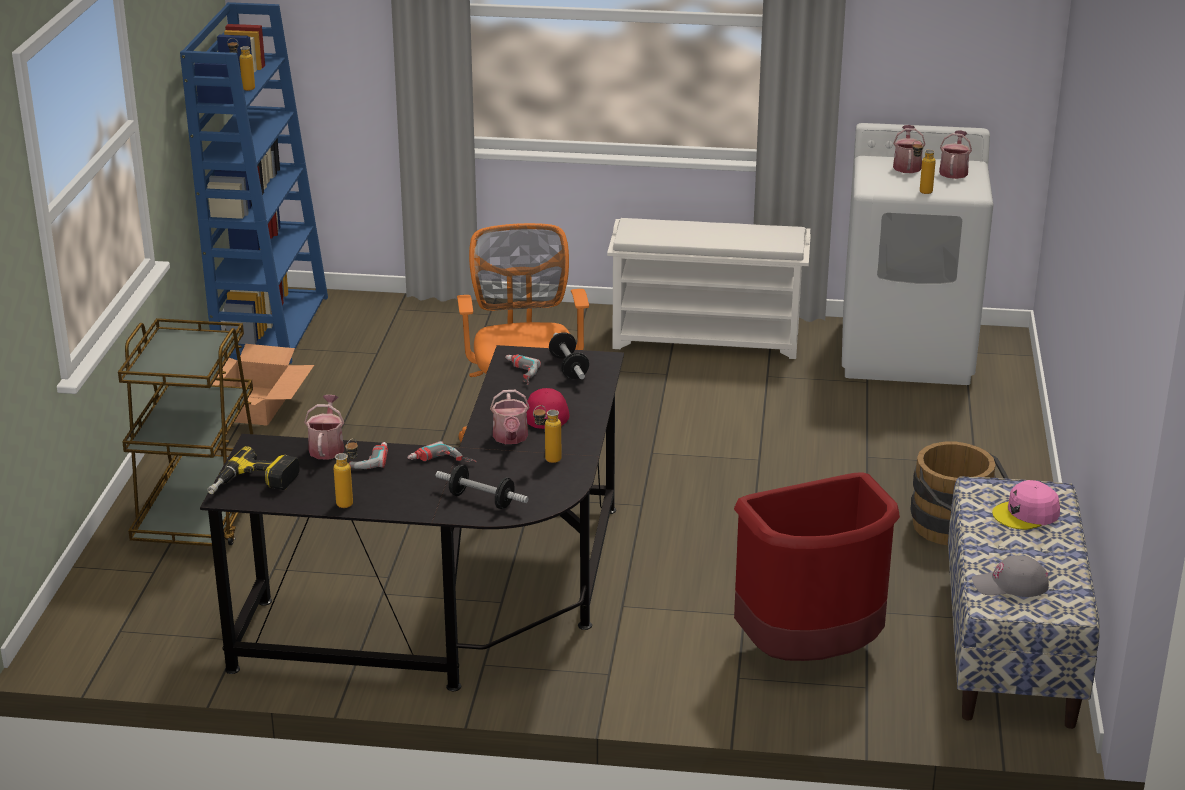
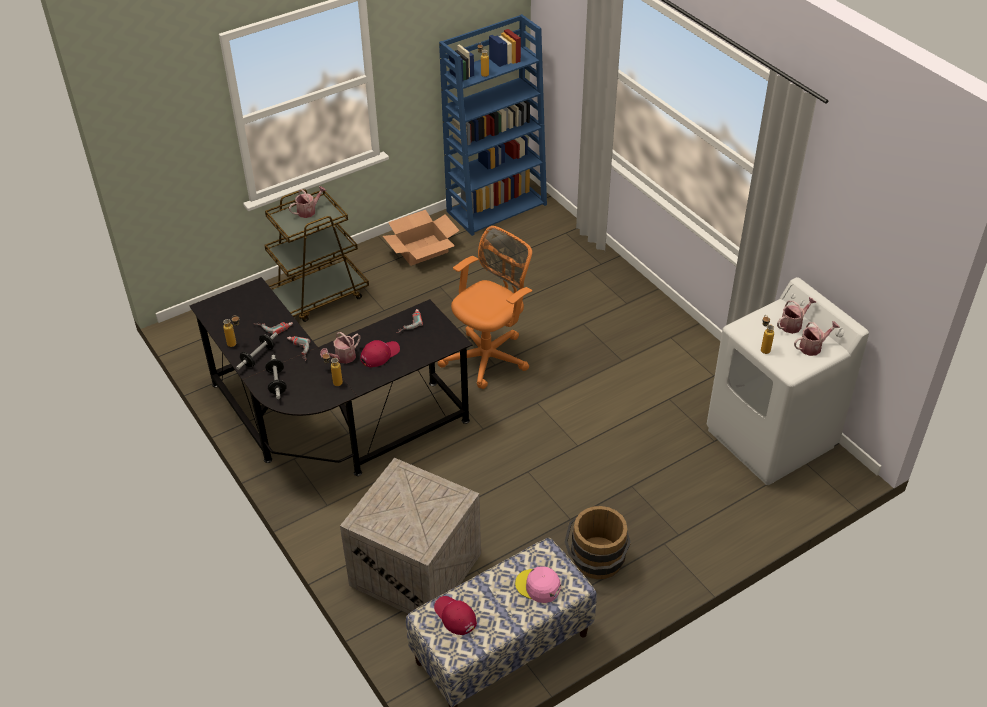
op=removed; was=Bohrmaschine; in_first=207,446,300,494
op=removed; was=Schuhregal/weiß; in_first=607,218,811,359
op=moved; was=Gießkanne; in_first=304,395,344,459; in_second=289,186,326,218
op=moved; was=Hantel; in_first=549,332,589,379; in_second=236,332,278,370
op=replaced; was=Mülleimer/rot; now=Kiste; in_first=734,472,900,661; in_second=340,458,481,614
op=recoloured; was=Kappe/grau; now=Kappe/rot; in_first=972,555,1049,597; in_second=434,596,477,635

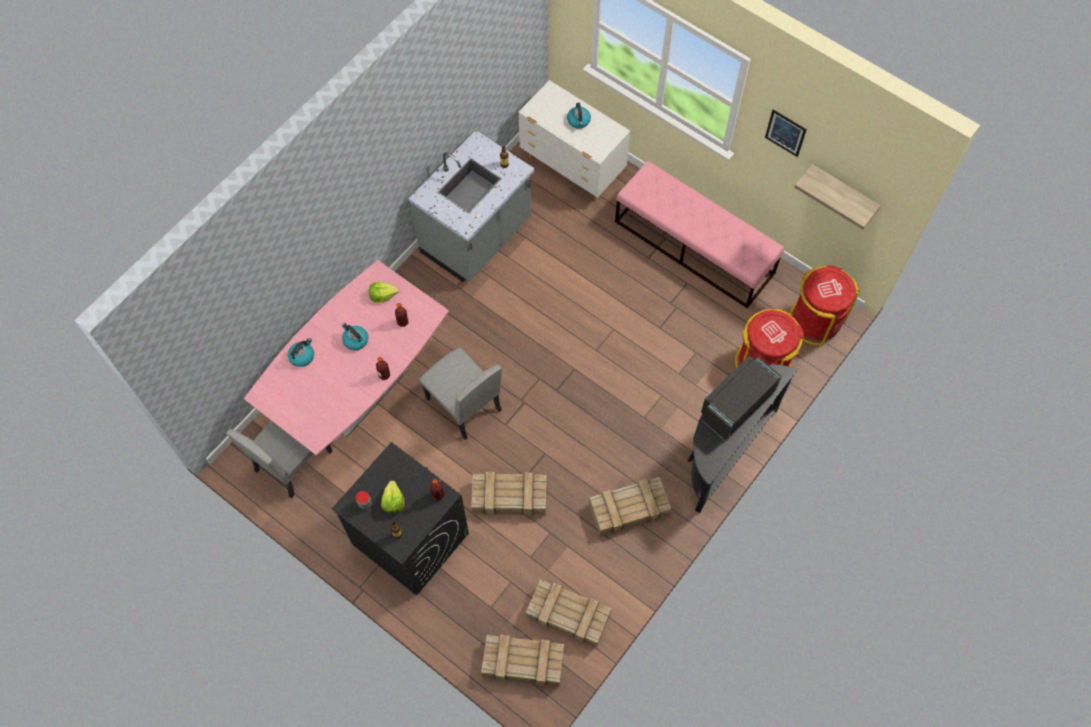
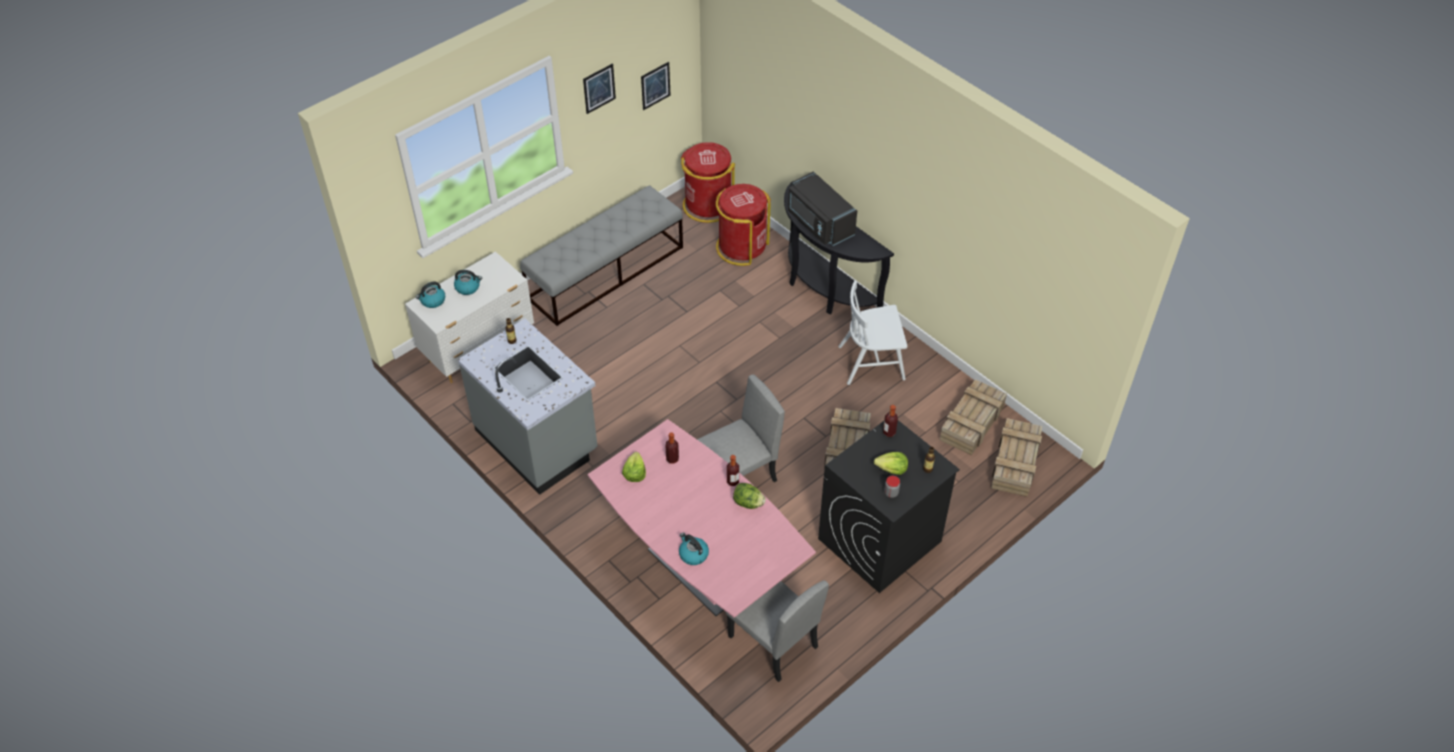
op=added; now=Salatkopf; in_second=733,483,766,509
op=moved; was=Wasserkessel; in_first=342,323,368,350; in_second=416,281,445,308
op=replaced; was=Kiste; now=Stuhl/weiß; in_first=589,477,672,537; in_second=838,281,907,385
op=replaced; was=Wandregal; now=Bild; in_first=794,164,881,230; in_second=641,62,670,110
op=recoloured; was=Bank/rosa; now=Bank/grau; in_first=615,161,784,308; in_second=520,185,683,326

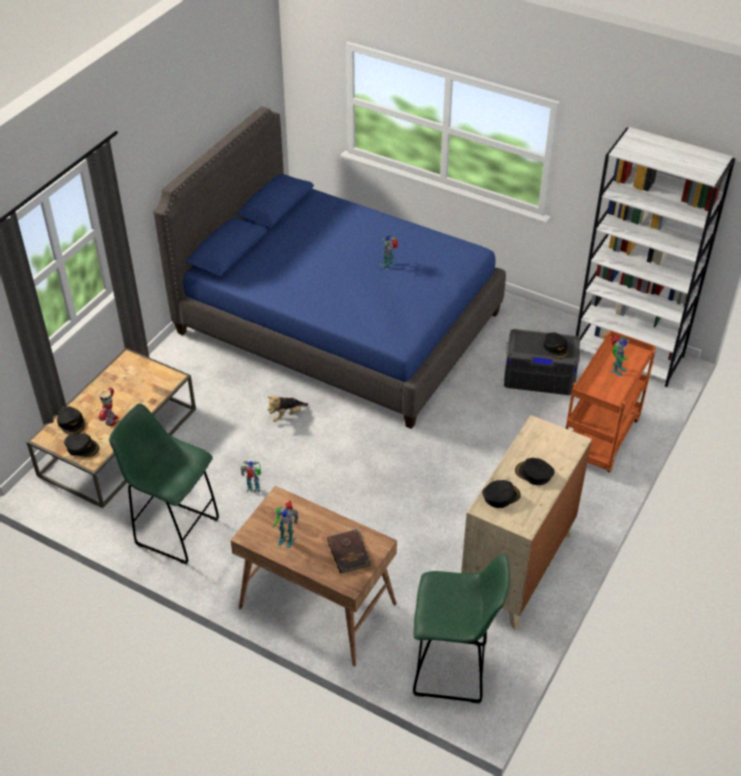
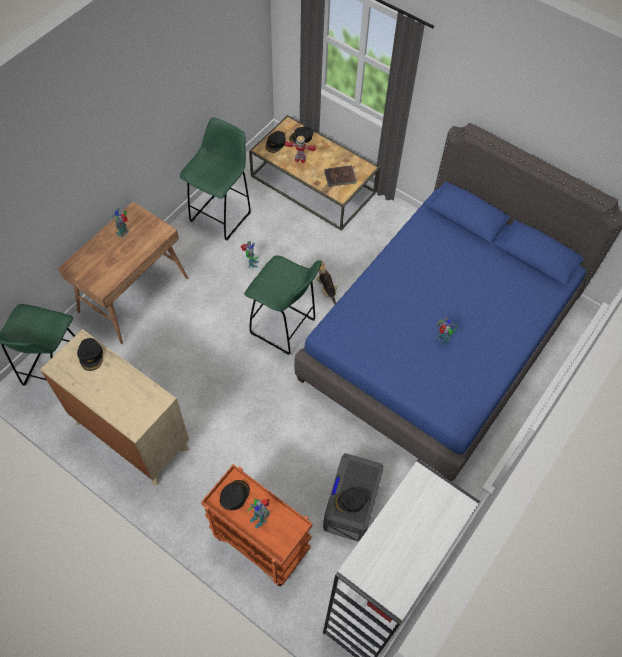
op=added; now=Hocker/grün; in_second=244,255,322,355
op=moved; was=Buch/braun; in_first=327,528,371,574; in_second=324,165,357,187
op=moved; was=Kappe/schwarz; in_first=515,458,555,485; in_second=220,480,250,510

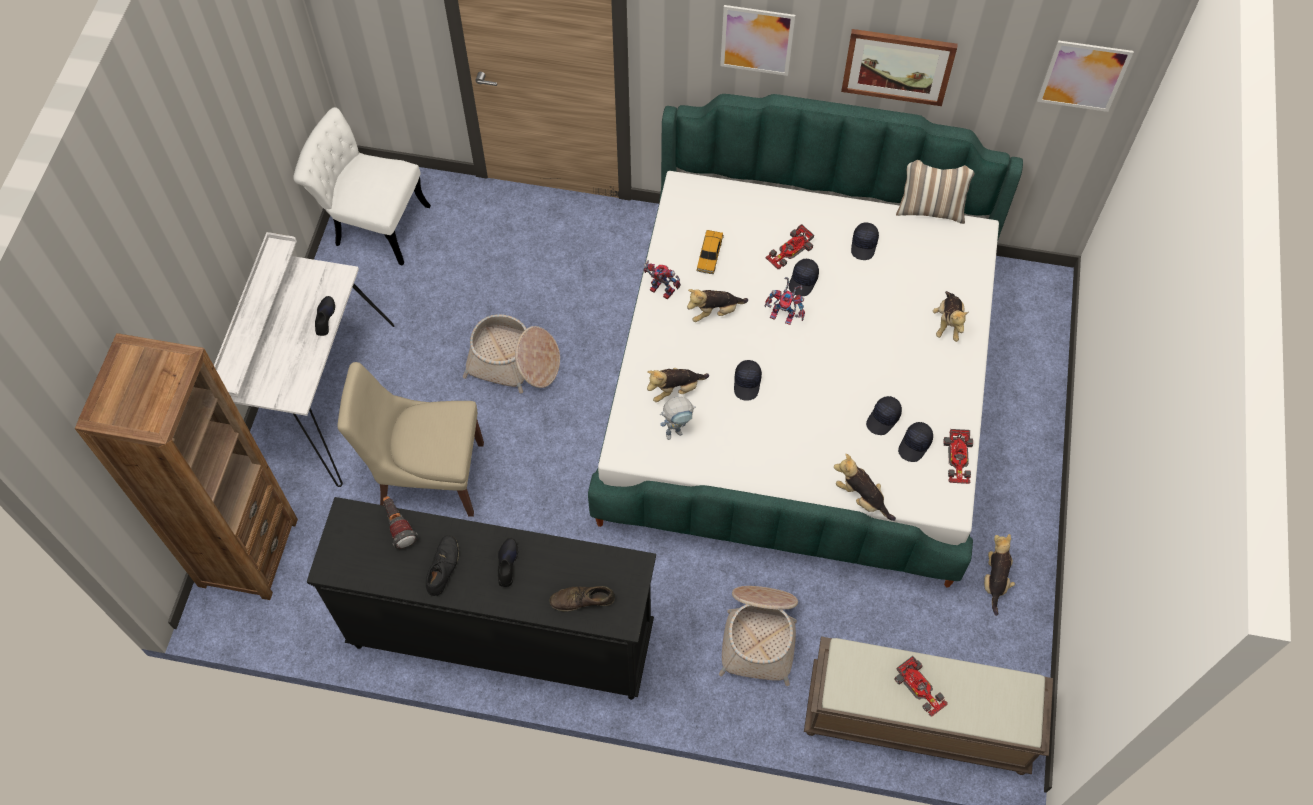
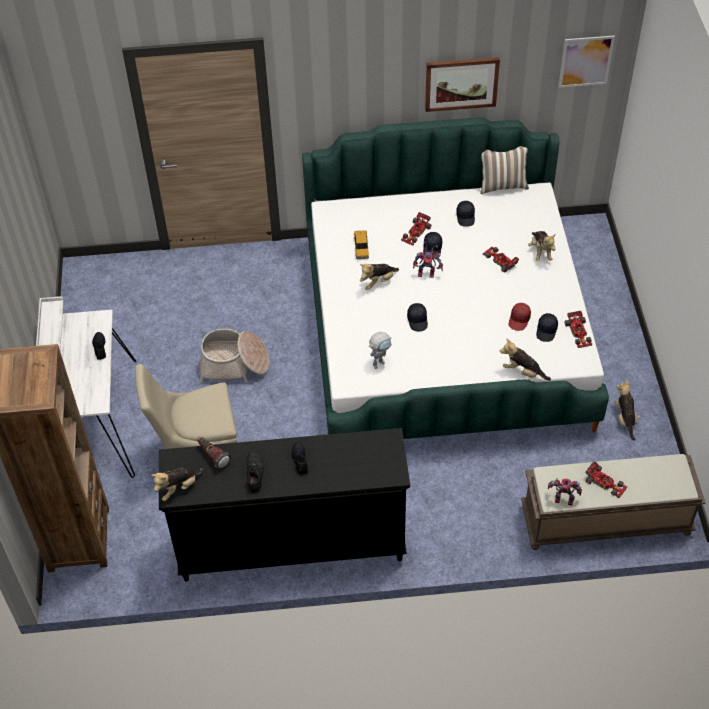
op=removed; was=Stuhl/weiß; in_first=293,107,431,266
op=removed; was=Schuh/braun; in_first=549,586,615,611
op=removed; was=Korb; in_first=719,586,798,686
op=removed; was=Bild; in_first=720,5,795,76
op=added; now=Spielzeugauto; in_second=483,247,519,272
op=moved; was=Spielzeugroboter; in_first=644,260,681,299; in_second=548,478,582,506
op=moved; was=Plüschtier; in_first=647,368,709,402; in_second=151,468,204,501
op=recoloured; was=Kappe/schwarz; now=Kappe/rot; in_first=866,396,902,435; in_second=509,303,531,331

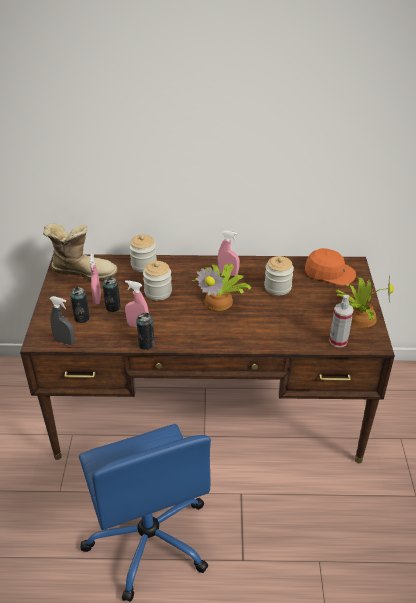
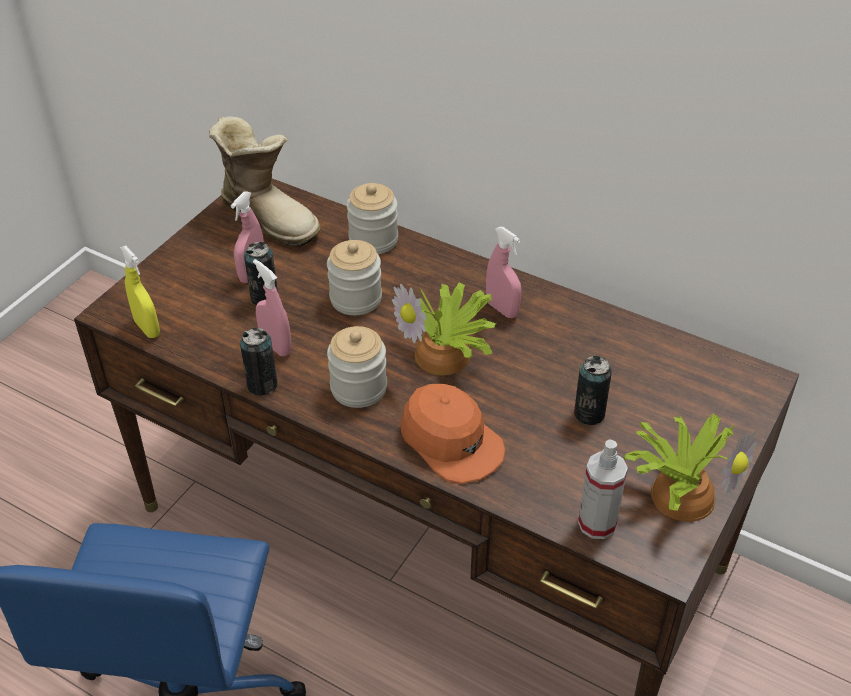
op=moved; was=Dose; in_first=70,287,90,323; in_second=574,356,612,425
op=moved; was=Vorratsglas; in_first=264,256,294,295; in_second=327,326,387,408
op=moved; was=Kappe/orange; in_first=305,248,356,286; in_second=401,384,505,484
op=recoloured; was=Sprühflasche/grau; now=Sprühflasche/gelb; in_first=50,296,75,345; in_second=120,245,160,338

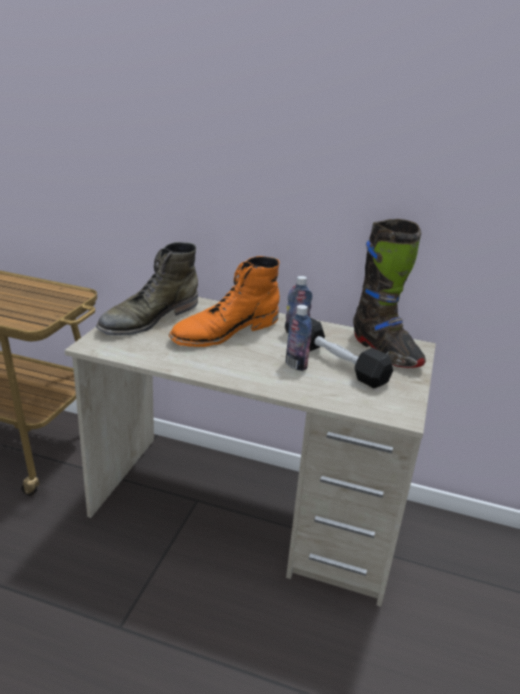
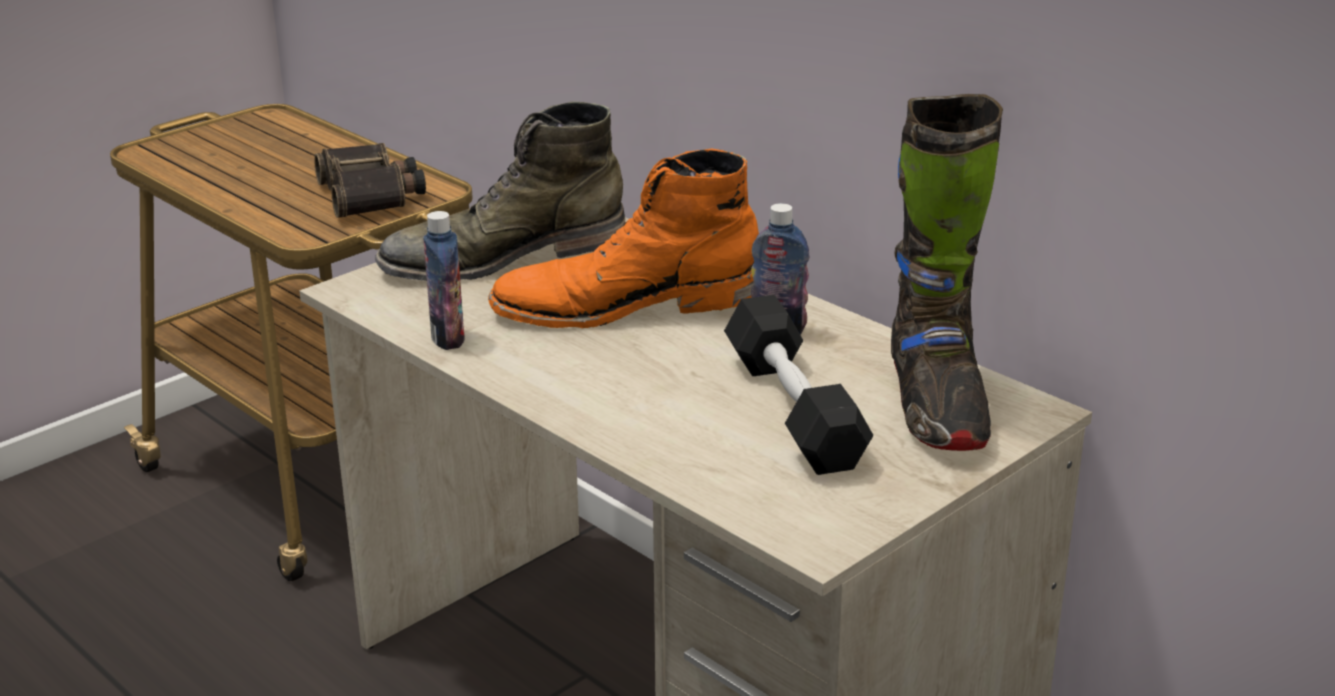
op=added; now=Fernglas; in_second=314,143,426,218
op=moved; was=Flasche; in_first=286,305,312,371; in_second=423,211,465,350

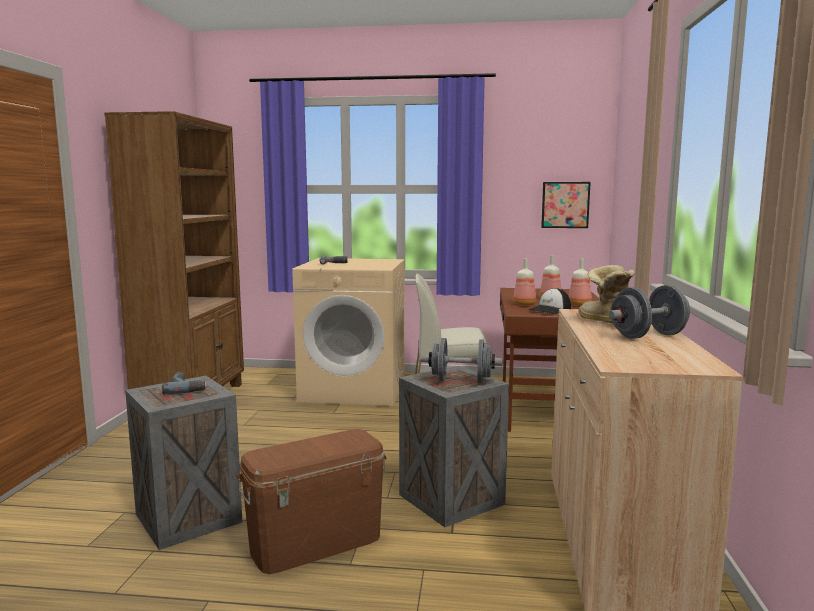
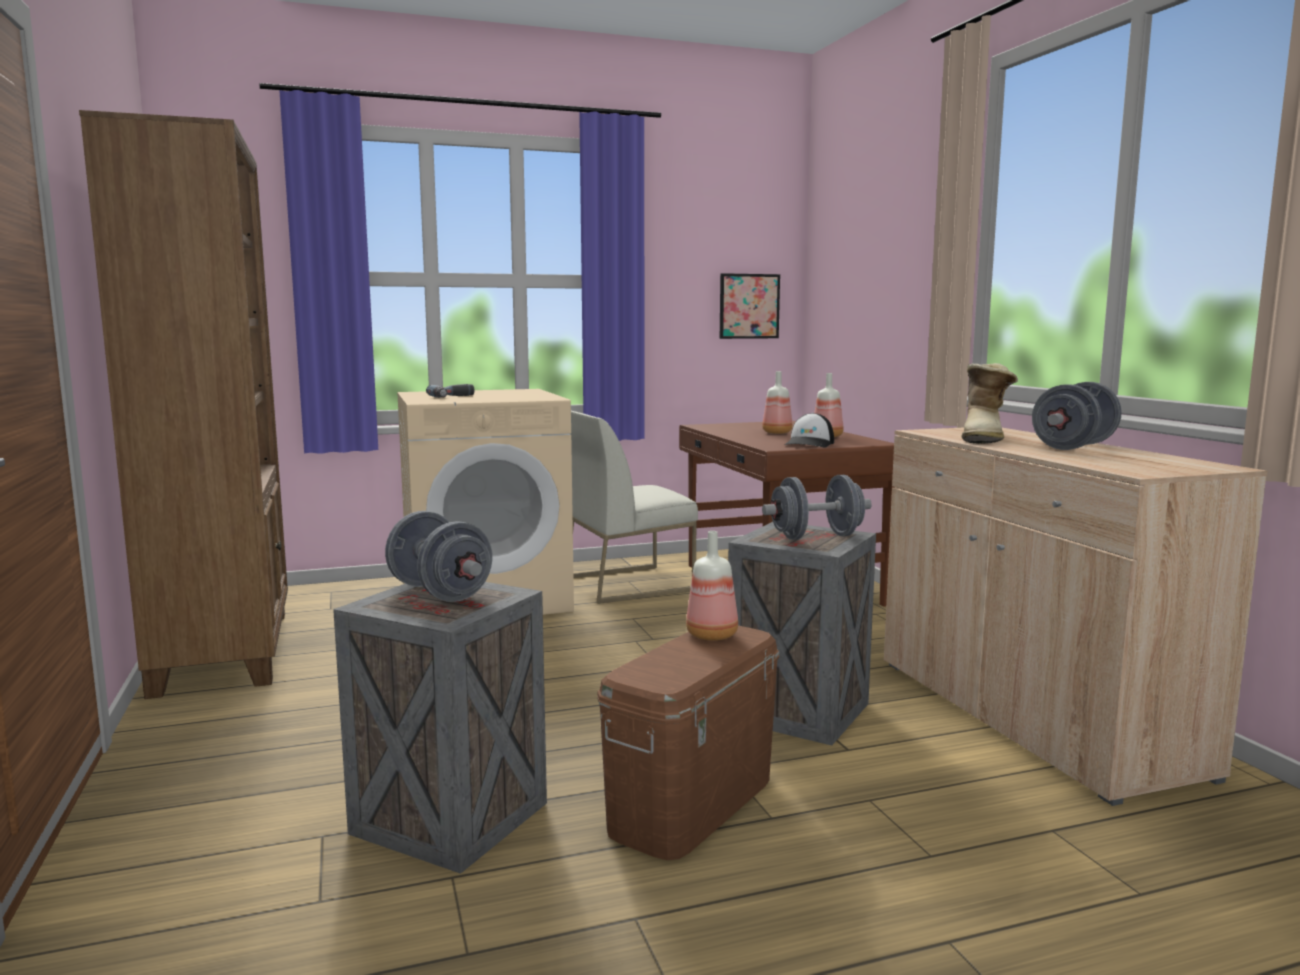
op=moved; was=Flasche; in_first=513,258,536,306; in_second=686,531,738,641
op=replaced; was=Bohrmaschine; now=Hantel/grau; in_first=162,372,208,395; in_second=385,511,492,602
op=turned; was=Stiefel; in_first=579,265,635,323; in_second=962,363,1018,444; clockwise=-120

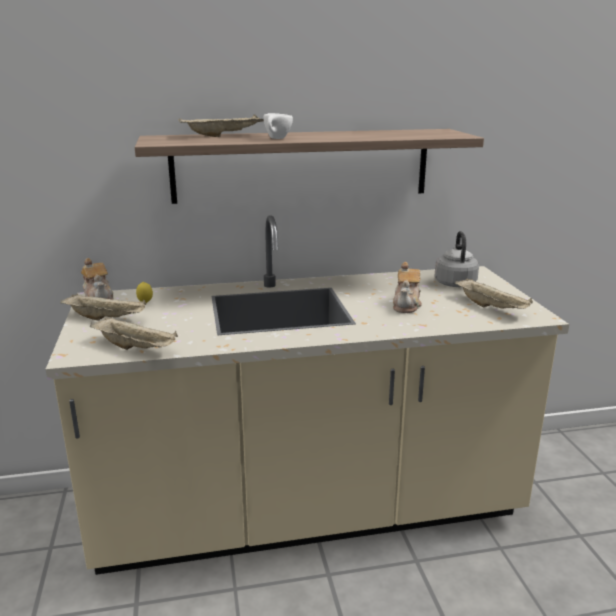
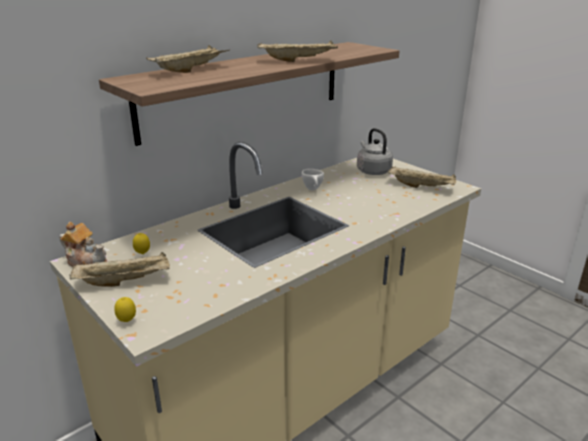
op=removed; was=Teekanne; in_first=393,262,422,313
op=added; now=Zitrone; in_second=114,297,136,322
op=moved; was=Tablett/beige; in_first=90,317,178,350; in_second=257,40,338,62
op=moved; was=Tasse/weiß; in_first=264,113,293,139; in_second=302,169,324,190

